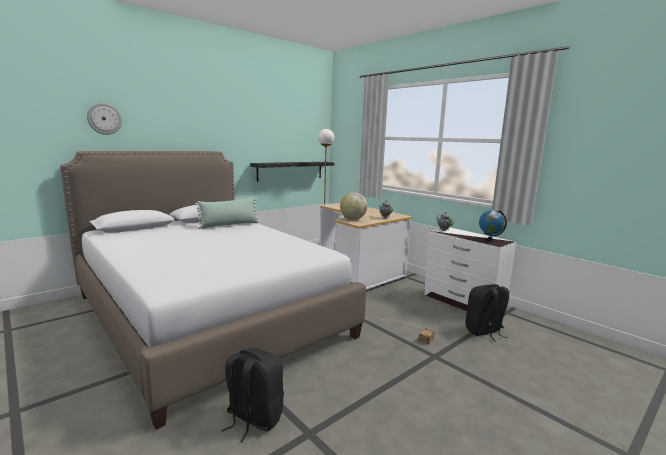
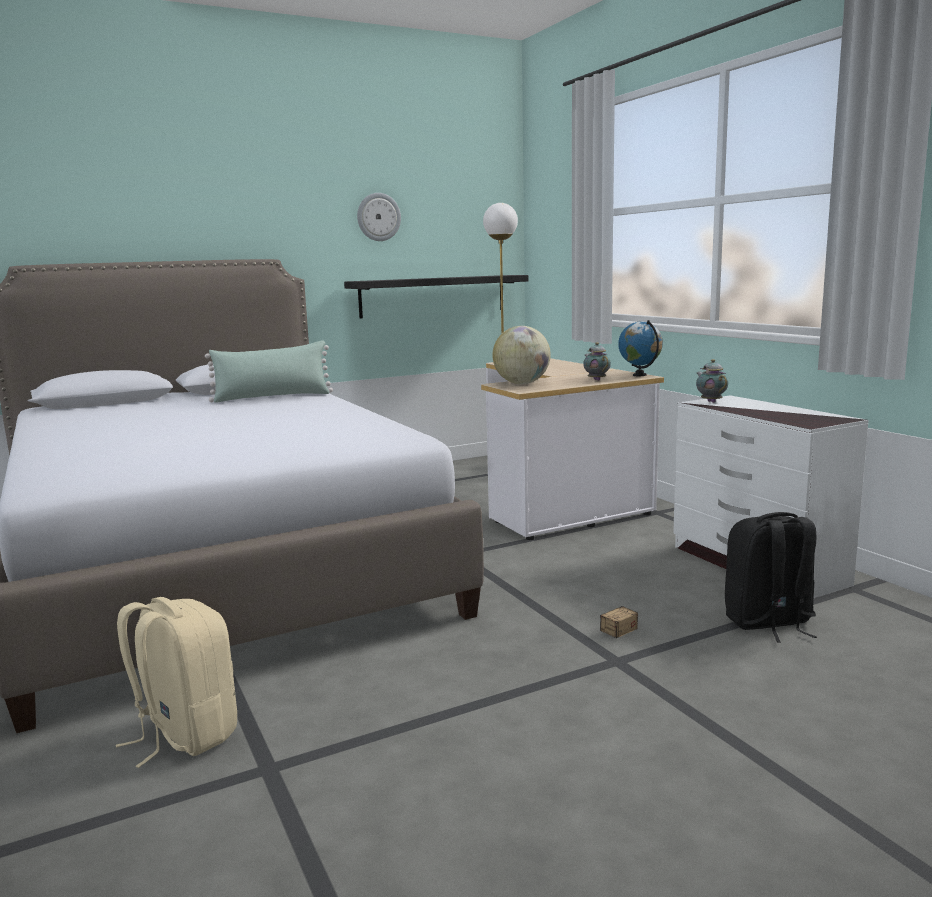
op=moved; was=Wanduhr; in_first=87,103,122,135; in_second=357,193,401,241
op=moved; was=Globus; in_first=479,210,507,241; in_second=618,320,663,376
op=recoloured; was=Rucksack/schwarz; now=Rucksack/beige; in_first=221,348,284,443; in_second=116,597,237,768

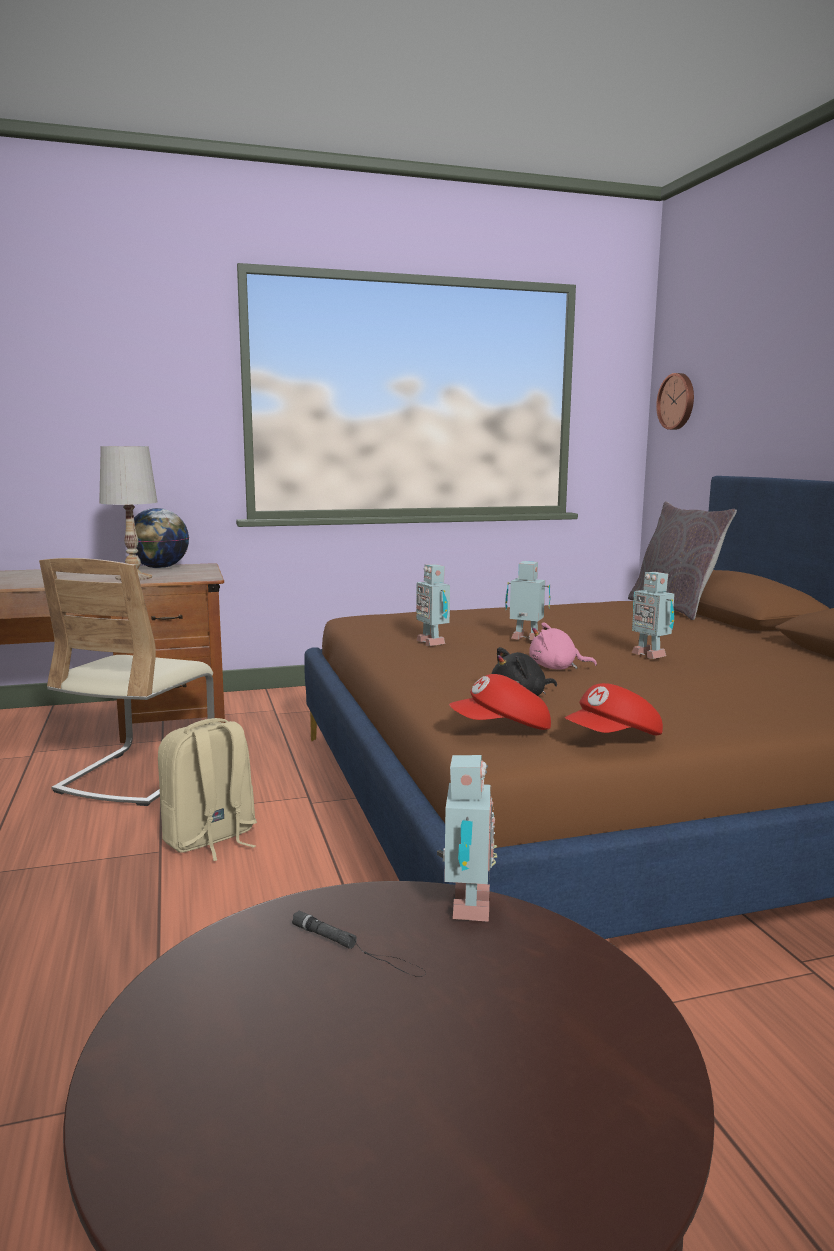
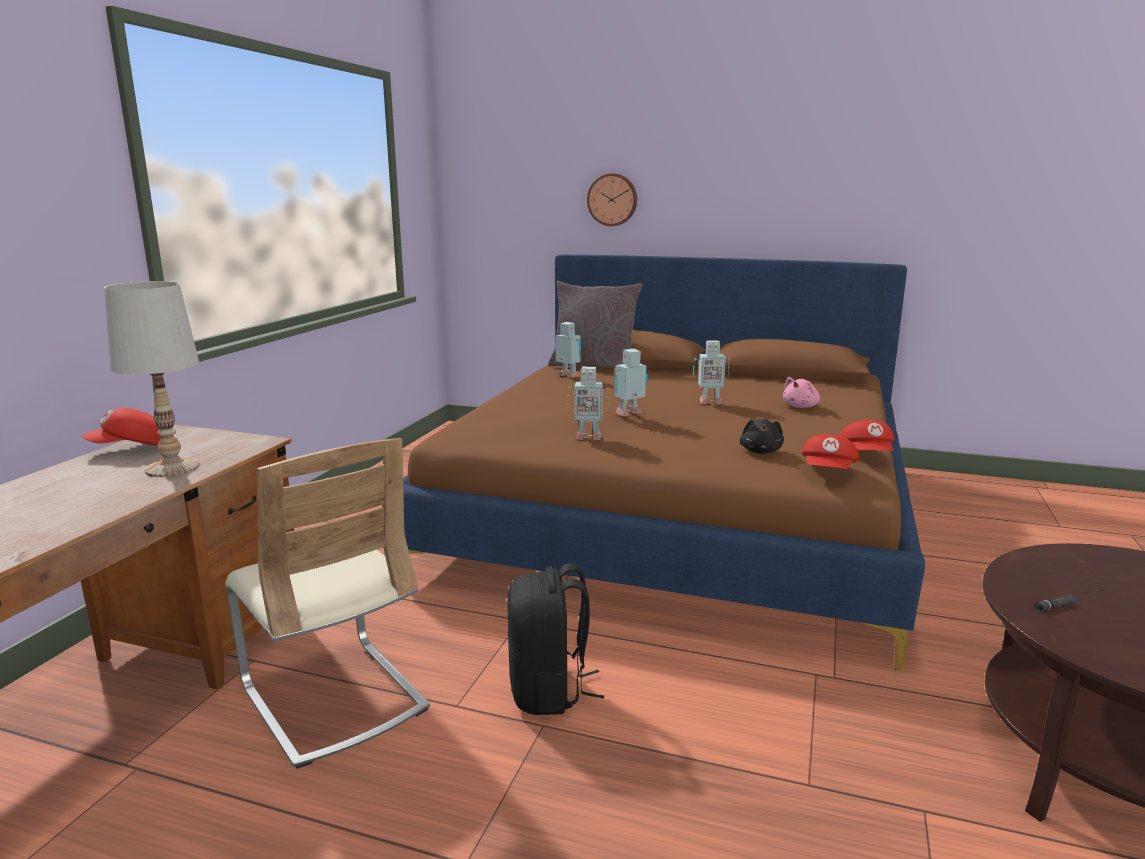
op=moved; was=Spielzeugroboter; in_first=437,755,497,922; in_second=555,322,581,377
op=moved; was=Plüschtier/rosa; in_first=529,622,597,670; in_second=783,377,820,408
op=moved; was=Wanduhr; in_first=656,373,694,430; in_second=587,173,637,226
op=replaced; was=Globus; now=Kappe/rot; in_first=134,508,189,568; in_second=82,408,173,446
op=recoloured; was=Rucksack/beige; now=Rucksack/schwarz; in_first=158,718,257,861; in_second=507,563,604,715

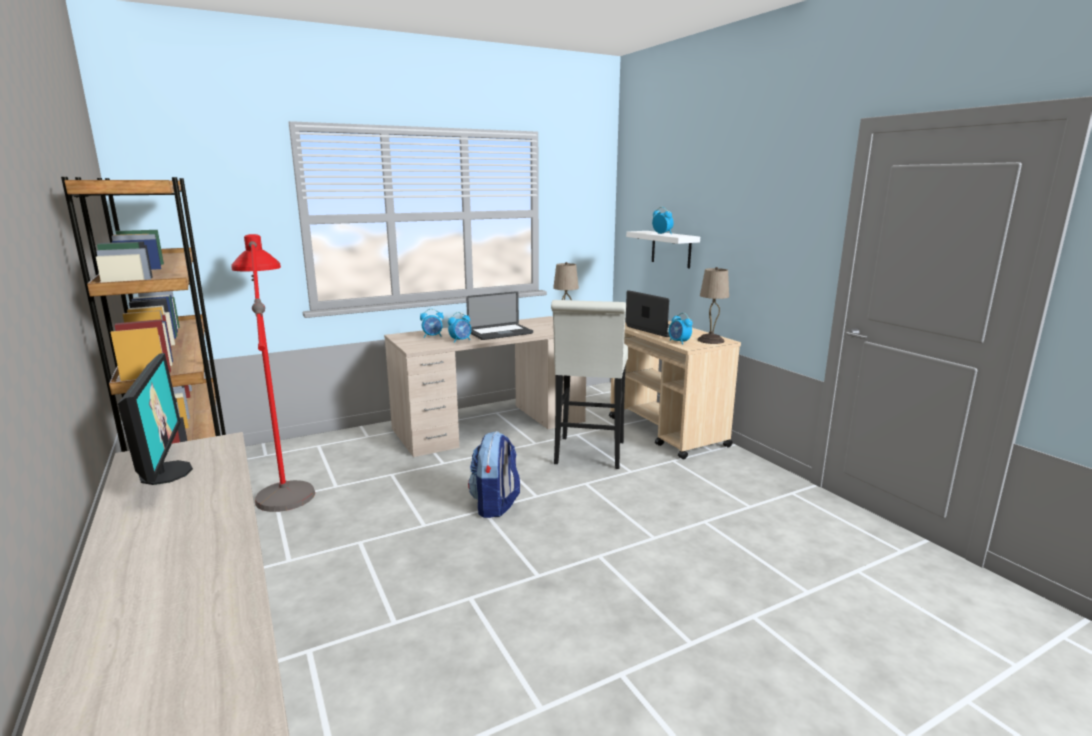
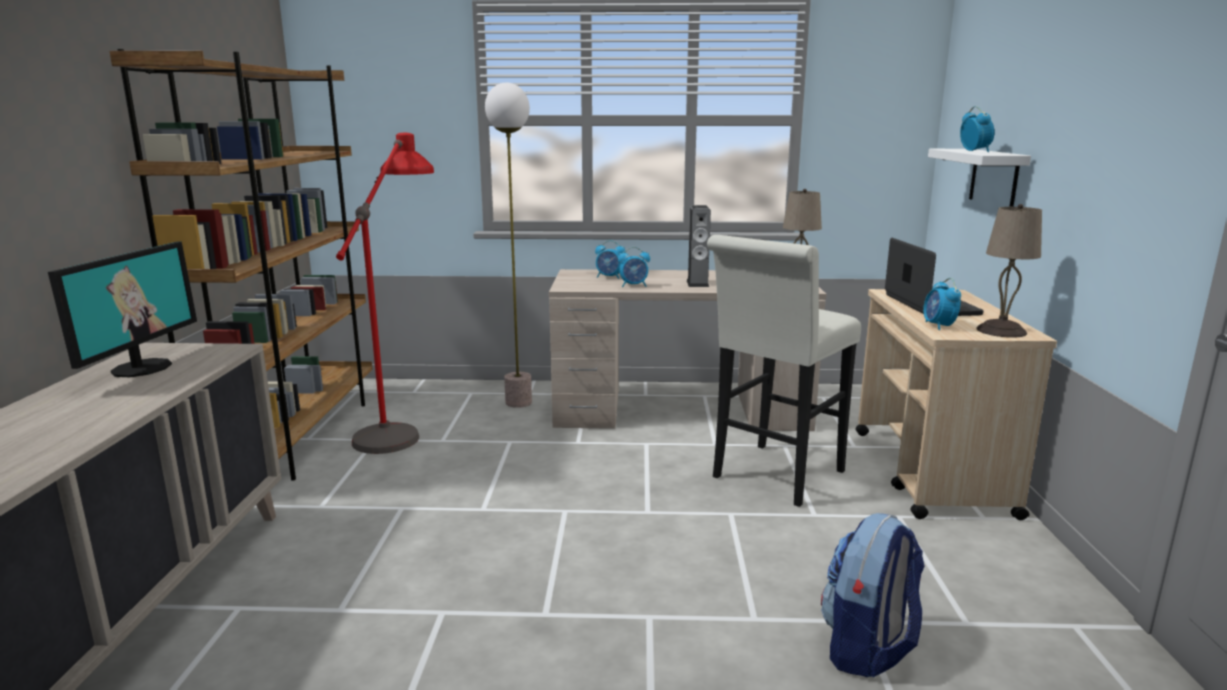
op=added; now=Stehlampe; in_second=485,83,532,408
op=moved; was=Rucksack; in_first=468,431,520,518; in_second=821,513,925,677
op=replaced; was=Laptop; now=Lautsprecher; in_first=466,291,533,340; in_second=687,205,711,287

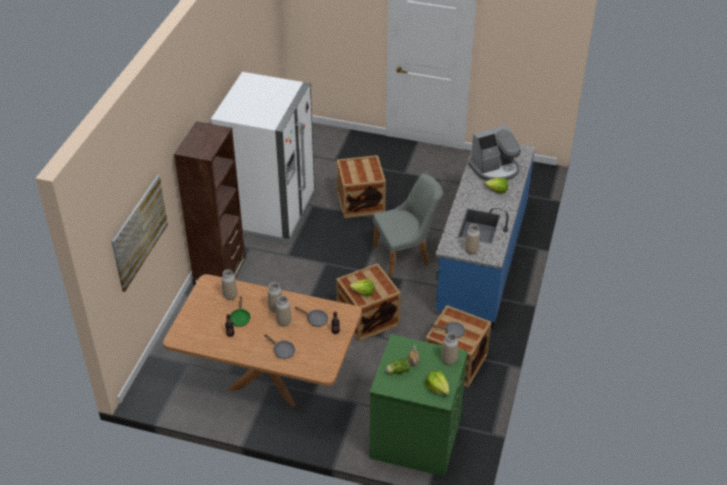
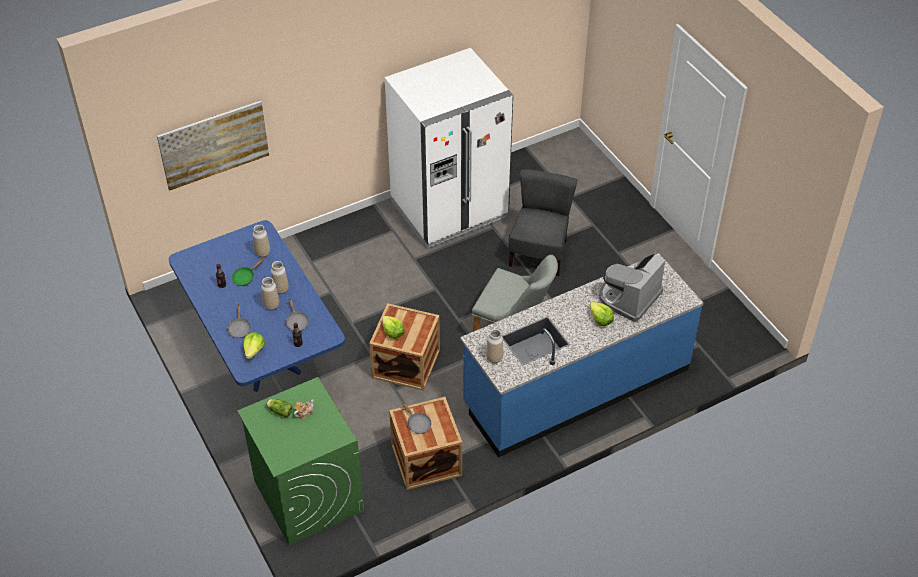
op=removed; was=Bücherregal/braun; in_first=174,121,246,286
op=removed; was=Vase; in_first=442,332,458,365
op=moved; was=Salatkopf; in_first=425,370,449,395; in_second=243,332,265,359
op=replaced; was=Kiste; now=Stuhl/grau; in_first=337,155,386,218; in_second=508,169,577,276
op=recoloured; was=Esstisch/braun; now=Esstisch/blau; in_first=163,274,362,407; in_second=169,220,345,392
op=turned; was=Kaffeemaschine; in_first=468,125,521,181; in_second=599,253,666,321; clockwise=105

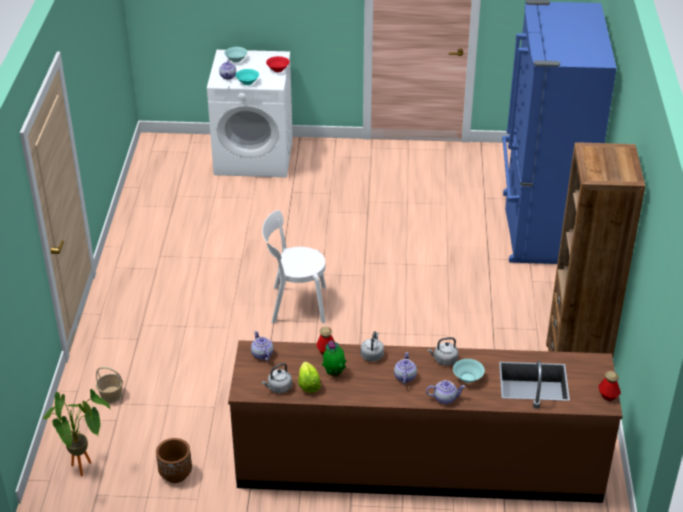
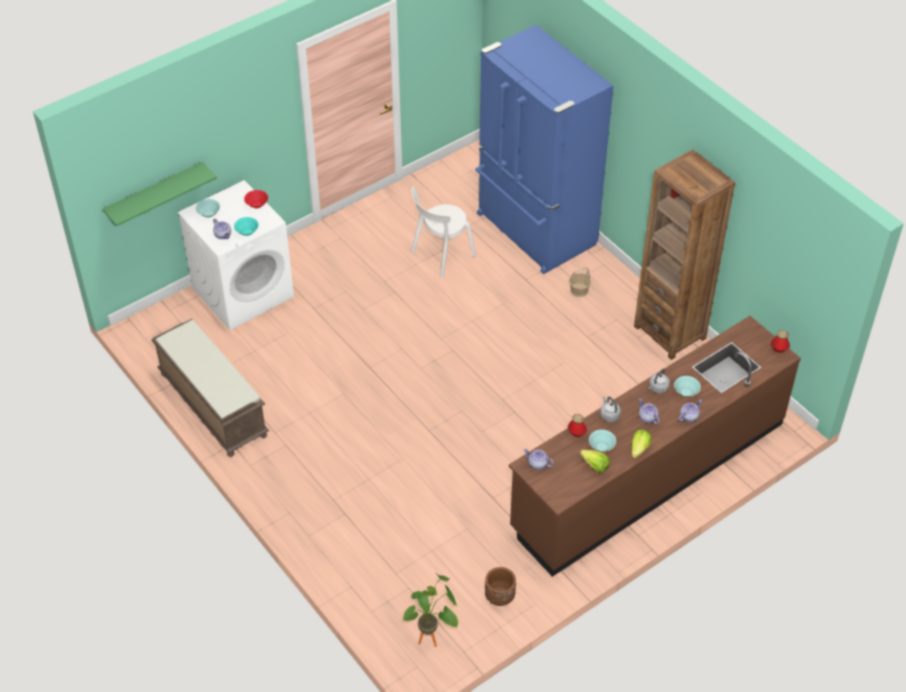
op=removed; was=Wasserkessel/grau; in_first=262,363,292,393
op=added; now=Wandregal/grün; in_second=103,162,217,226
op=added; now=Bank/braun; in_second=151,319,269,457
op=added; now=Salatkopf; in_second=631,430,652,458
op=moved; was=Korb; in_first=96,366,123,403; in_second=569,267,591,297
op=moved; was=Stuhl/weiß; in_first=262,210,326,323; in_second=411,187,476,279
op=replaced; was=Topfpflanze; now=Schüssel/türkis; in_first=322,340,346,377; in_second=589,430,616,452

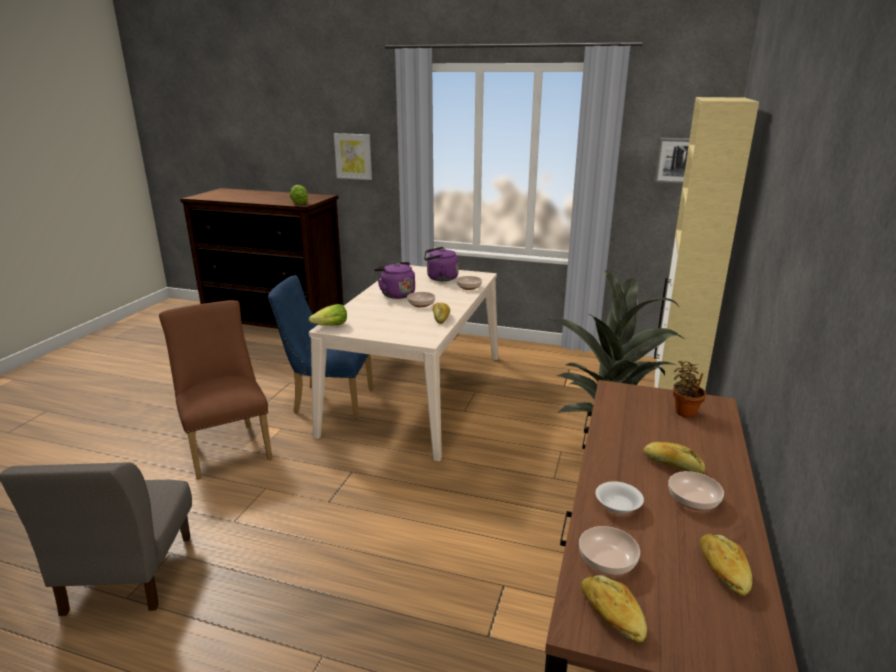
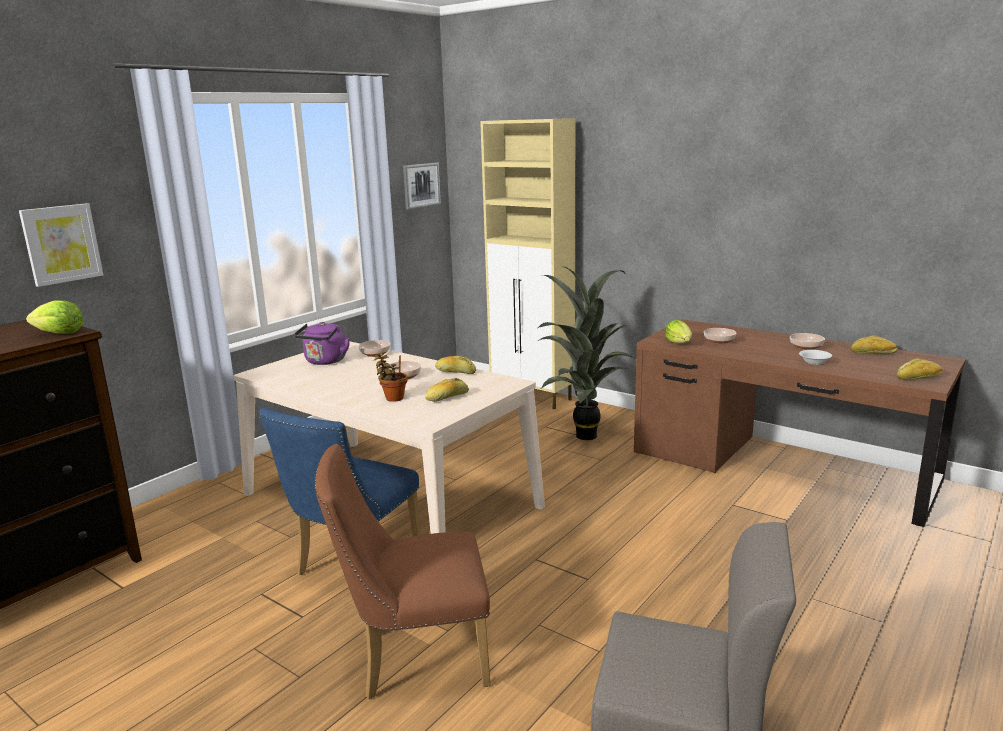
op=removed; was=Wasserkessel/lila; in_first=374,262,415,299
op=moved; was=Salatkopf; in_first=309,304,347,326; in_second=665,320,692,343
op=moved; was=Schüssel; in_first=579,526,640,575; in_second=704,328,736,344
op=moved; was=Brot; in_first=643,442,706,474; in_second=425,378,469,402
op=moved; was=Topfpflanze; in_first=673,361,706,418; in_second=373,353,407,402

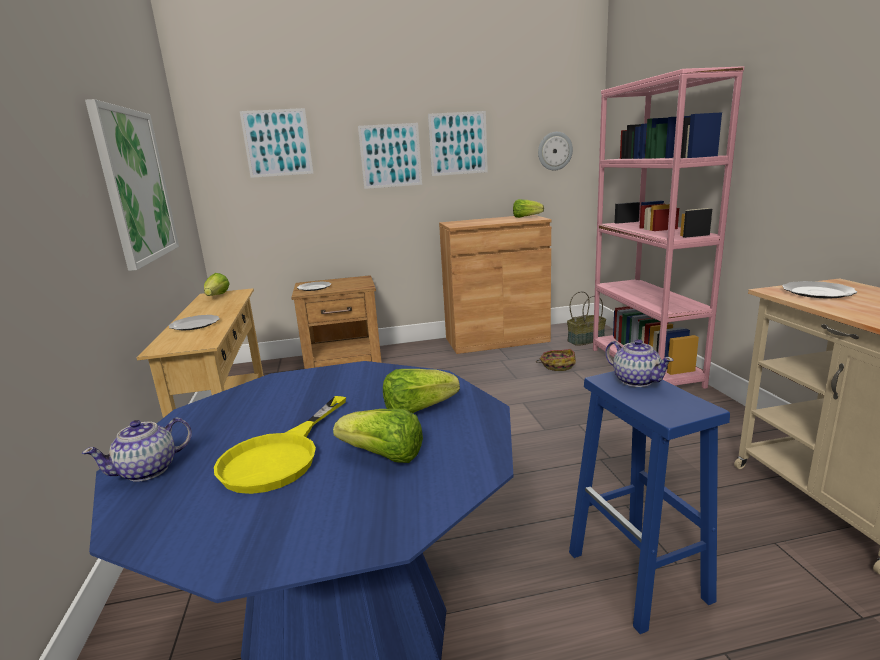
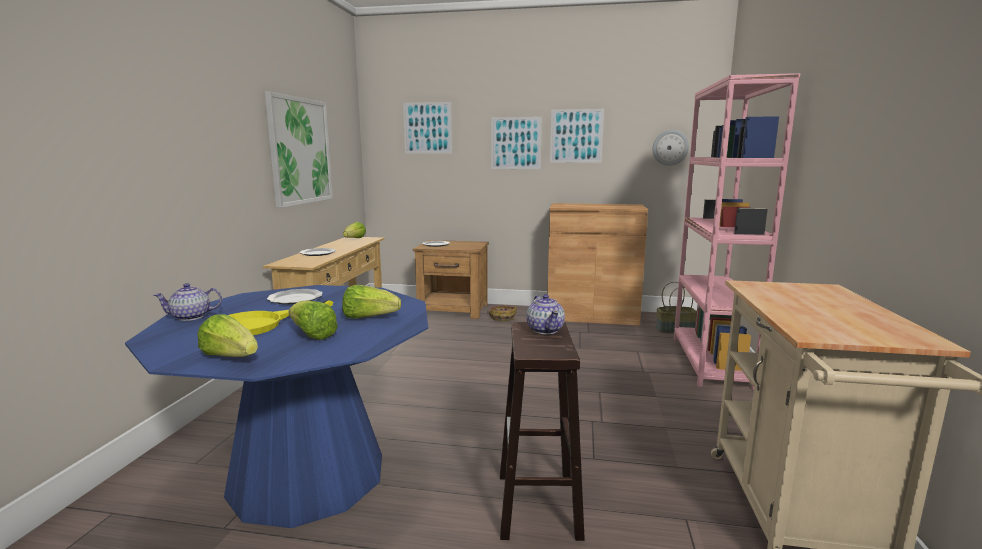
op=moved; was=Salatkopf; in_first=513,199,544,218; in_second=197,314,258,357
op=moved; was=Korb; in_first=536,349,576,371; in_second=487,306,517,321
op=moved; was=Teller; in_first=782,281,857,299; in_second=267,289,323,305
op=recoloured; was=Hocker/blau; now=Hocker/braun; in_first=569,371,730,634; in_second=500,322,585,541

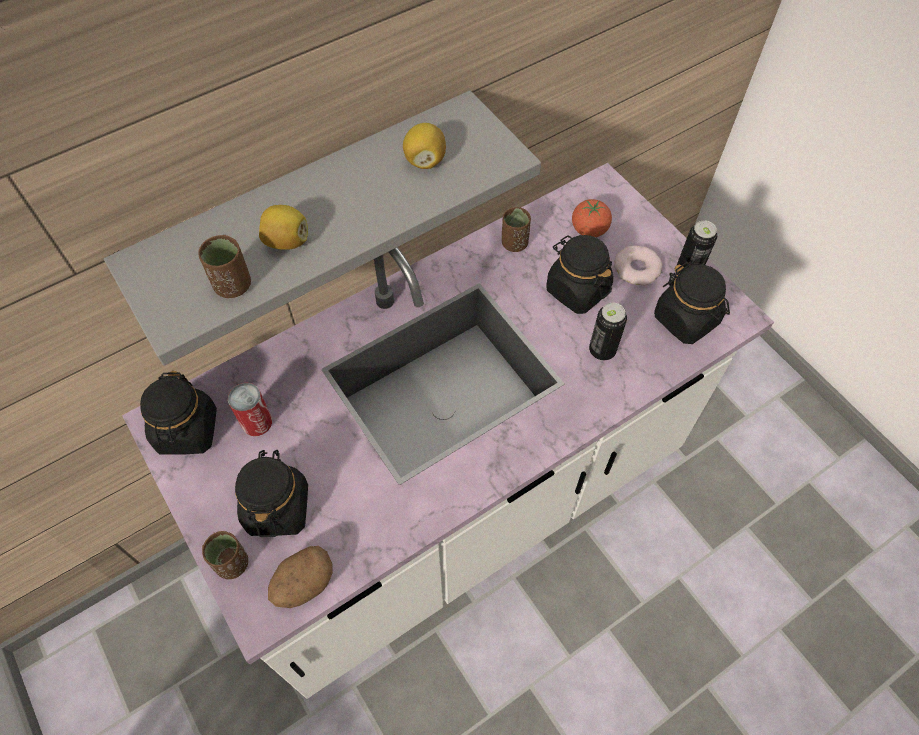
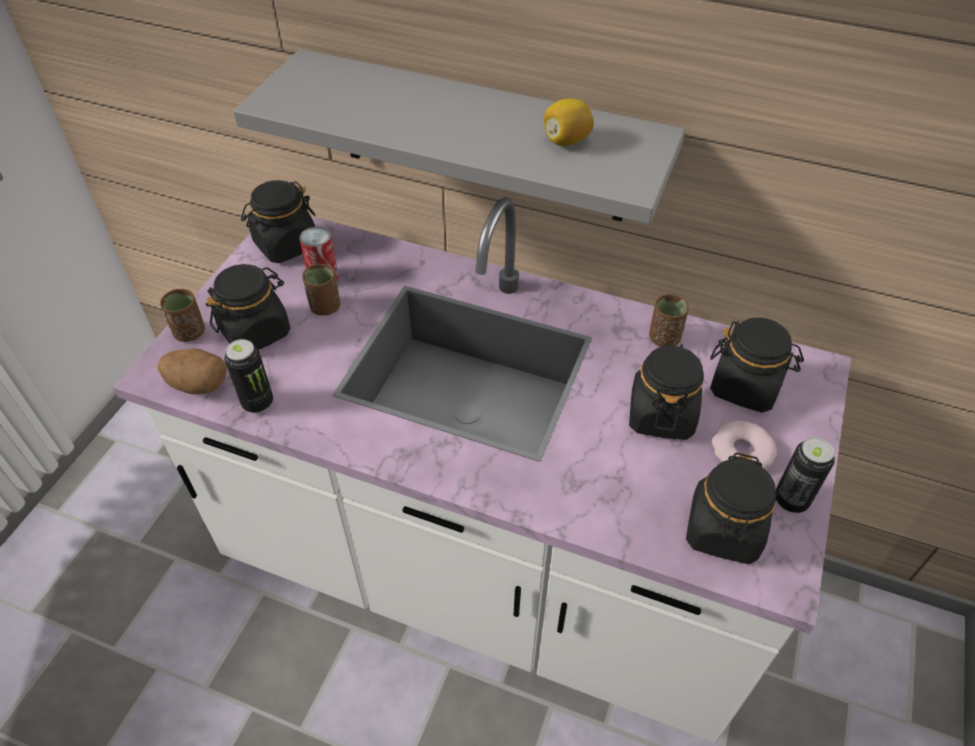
op=removed; was=Zitrone; in_first=259,205,308,250
op=moved; was=Tasse/braun; in_first=198,235,251,298; in_second=302,264,340,316
op=moved; was=Dose; in_first=589,303,627,361; in_second=224,339,273,413
op=replaced; was=Tomate; now=Vorratsglas/schwarz; in_first=572,199,612,237; in_second=710,318,804,412

